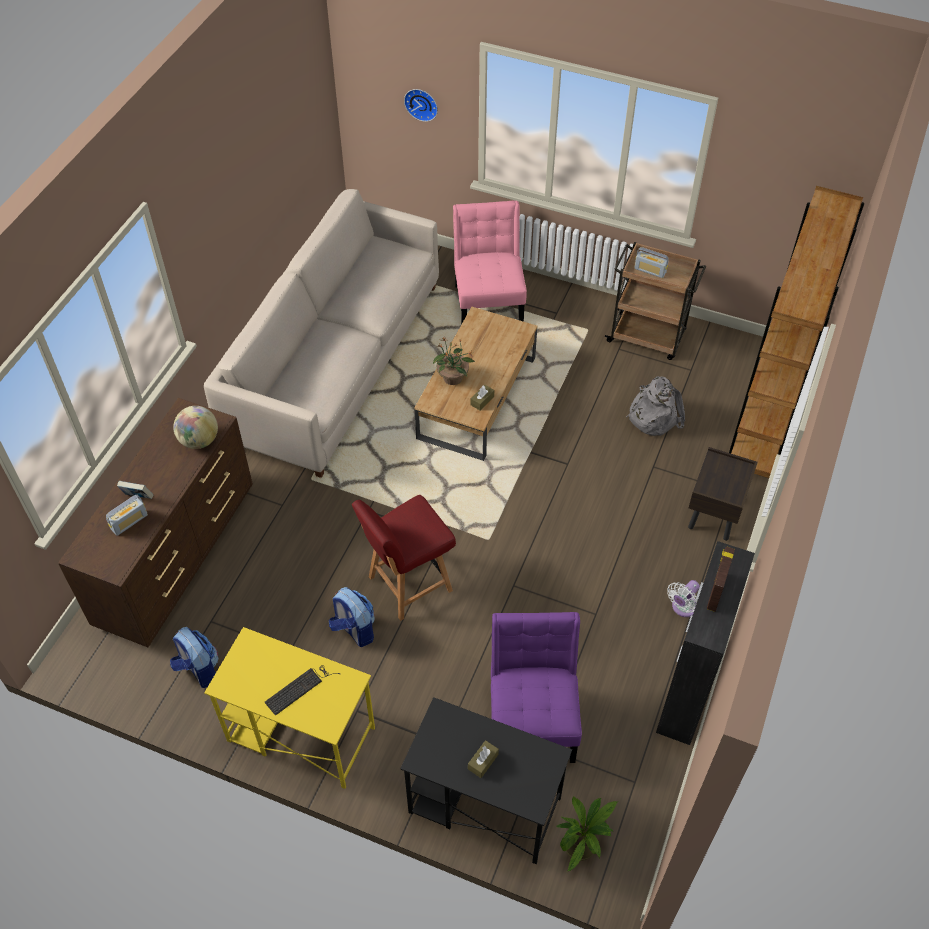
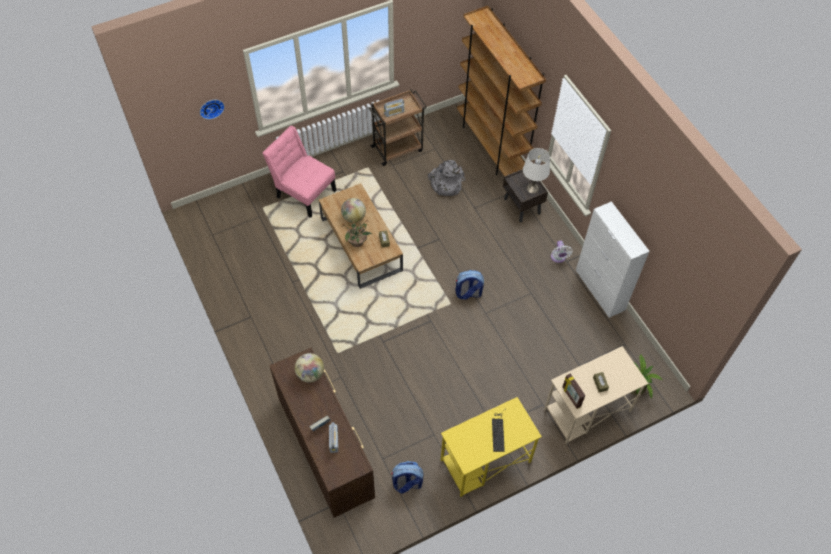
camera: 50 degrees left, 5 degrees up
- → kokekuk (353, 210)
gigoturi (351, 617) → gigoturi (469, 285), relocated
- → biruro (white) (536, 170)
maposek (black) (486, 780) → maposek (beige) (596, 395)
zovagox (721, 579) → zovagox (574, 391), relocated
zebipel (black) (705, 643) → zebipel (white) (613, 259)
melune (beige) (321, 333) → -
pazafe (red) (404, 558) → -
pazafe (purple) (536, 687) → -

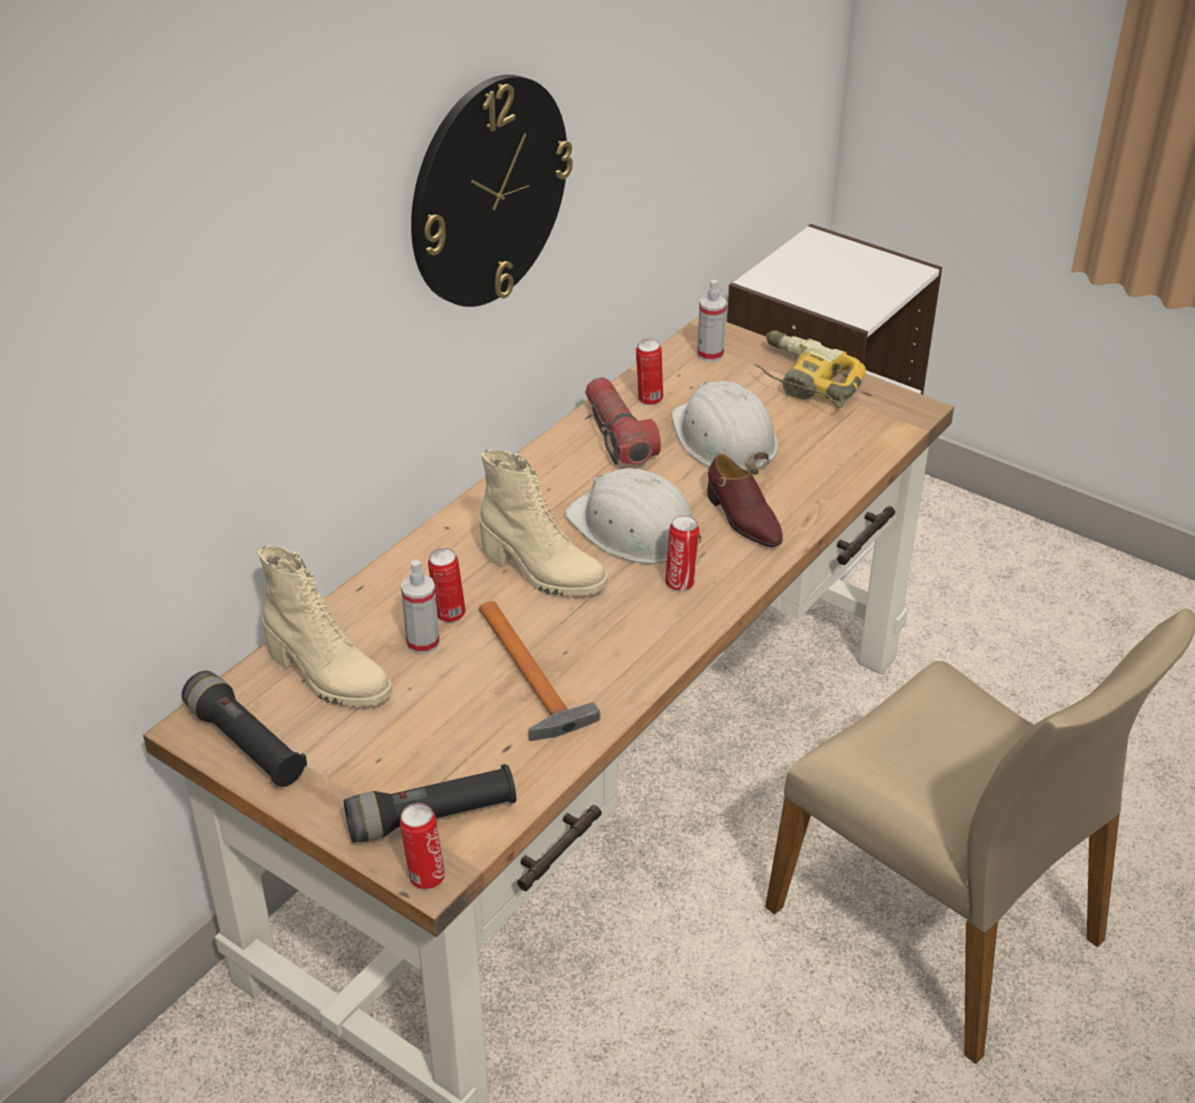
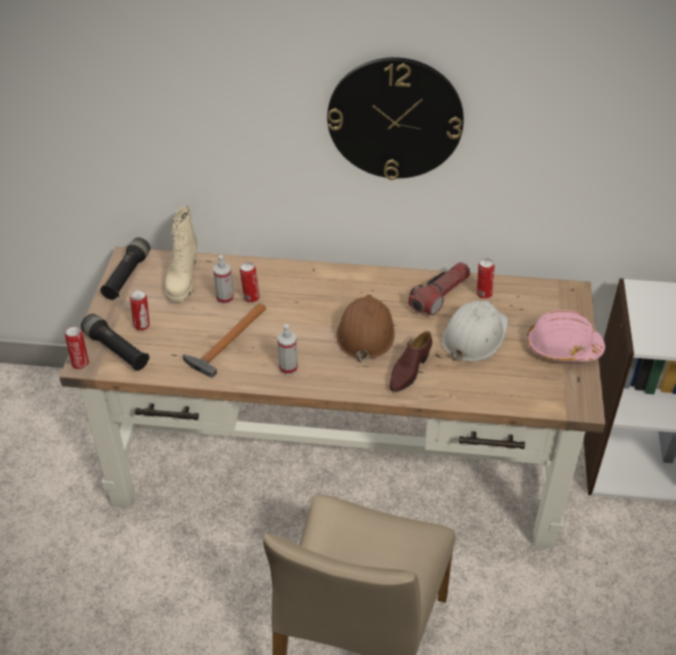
camera: 60 degrees right, 5 degrees up
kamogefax (682, 553) → kamogefax (140, 310), relocated
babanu (712, 321) → babanu (287, 349), relocated
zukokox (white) (633, 516) → zukokox (brown) (365, 329)
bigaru (809, 369) → zukokox (pink) (566, 336)
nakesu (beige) (544, 523) → -

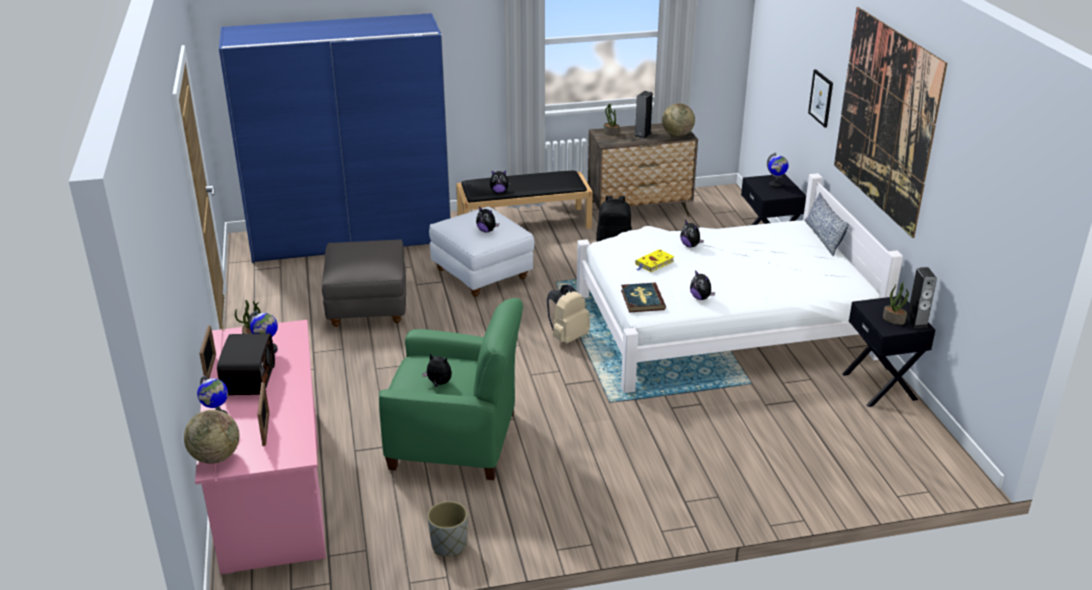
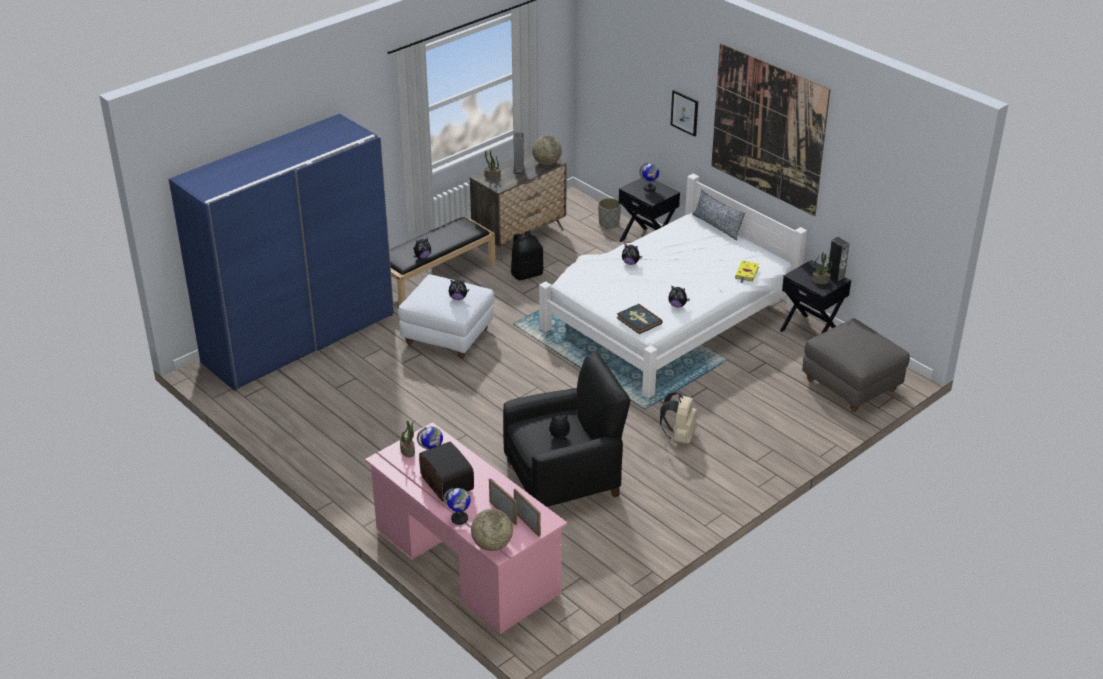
camera: 30 degrees left, 5 degrees up
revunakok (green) (451, 389) → revunakok (black) (566, 429)
zovagox (207, 352) → zovagox (527, 513), relocated
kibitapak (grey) (447, 528) → kibitapak (grey) (609, 213), relocated
gigoturi (beige) (568, 314) → gigoturi (beige) (678, 418), relocated
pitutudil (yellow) (654, 260) → pitutudil (yellow) (747, 272), relocated
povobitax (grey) (364, 283) → povobitax (grey) (856, 365), relocated

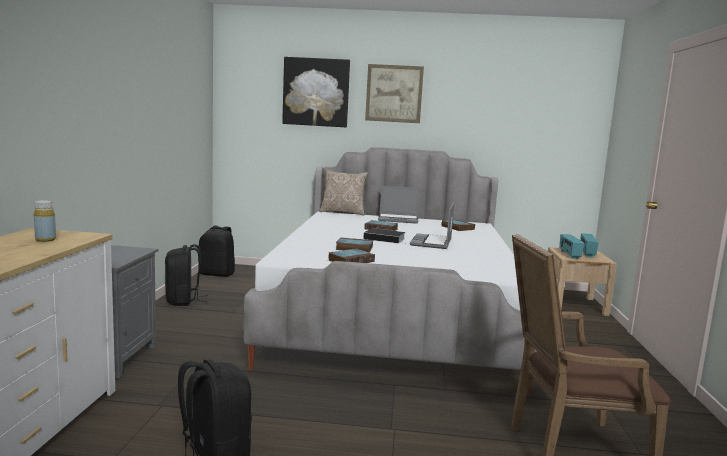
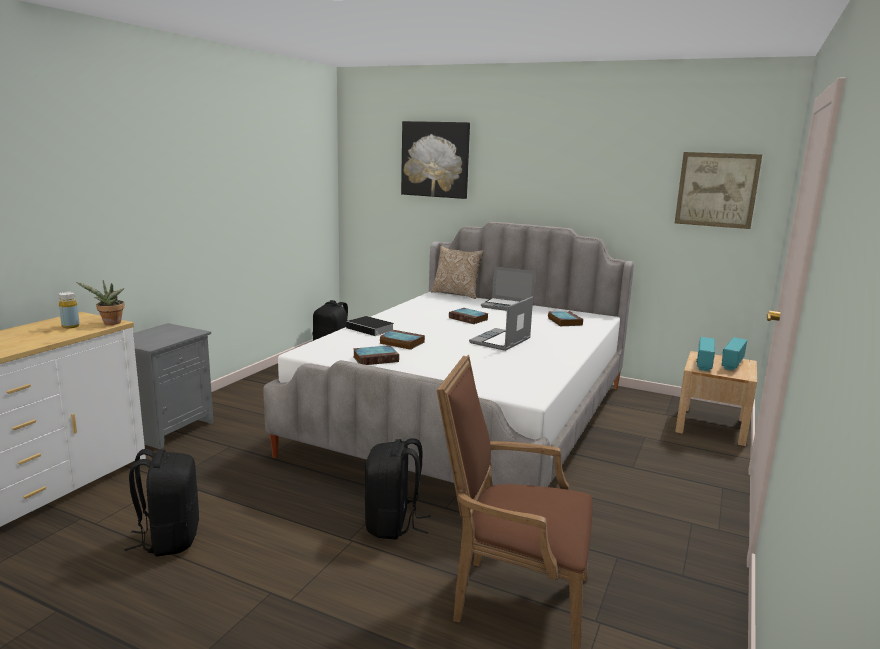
camera: 20 degrees right, 5 degrees up
- → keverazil (100, 302)
pitutudil (385, 236) → pitutudil (370, 326), relocated
gigoturi (black) (186, 275) → gigoturi (black) (398, 489), relocated
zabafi (394, 93) → zabafi (718, 190), relocated

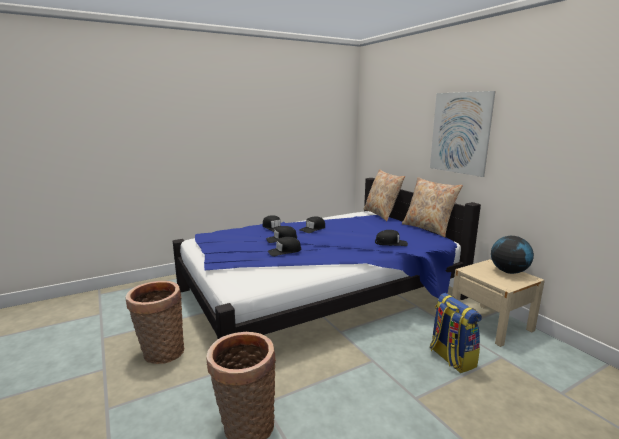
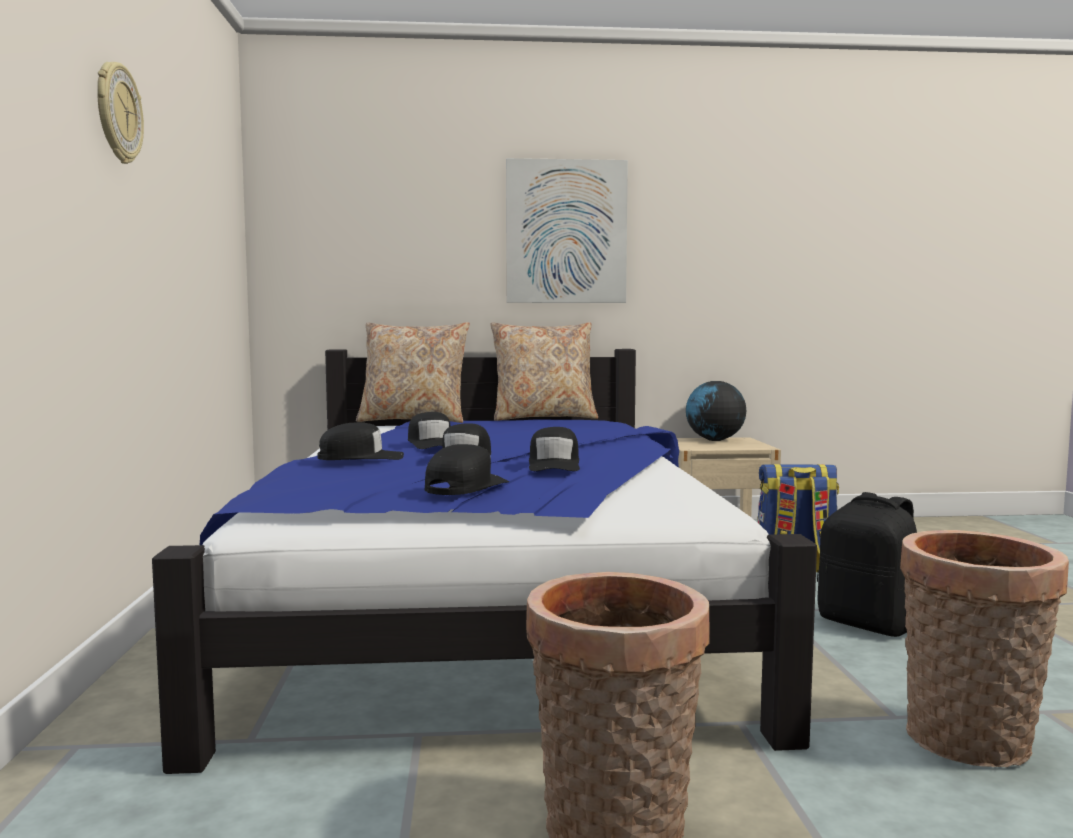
camera: 65 degrees left, 10 degrees down
- → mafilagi (120, 113)
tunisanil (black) (391, 238) → tunisanil (black) (467, 469), relocated
- → gigoturi (black) (867, 564)

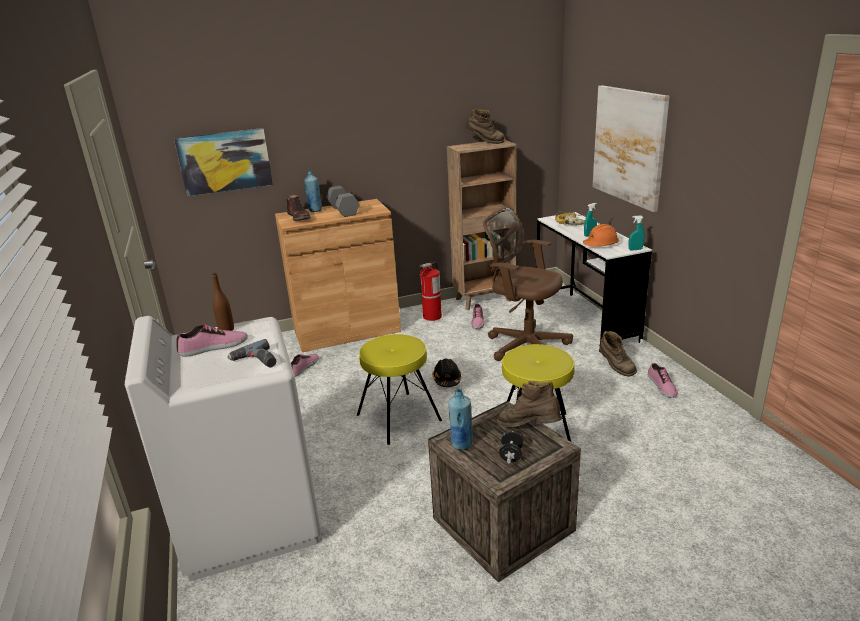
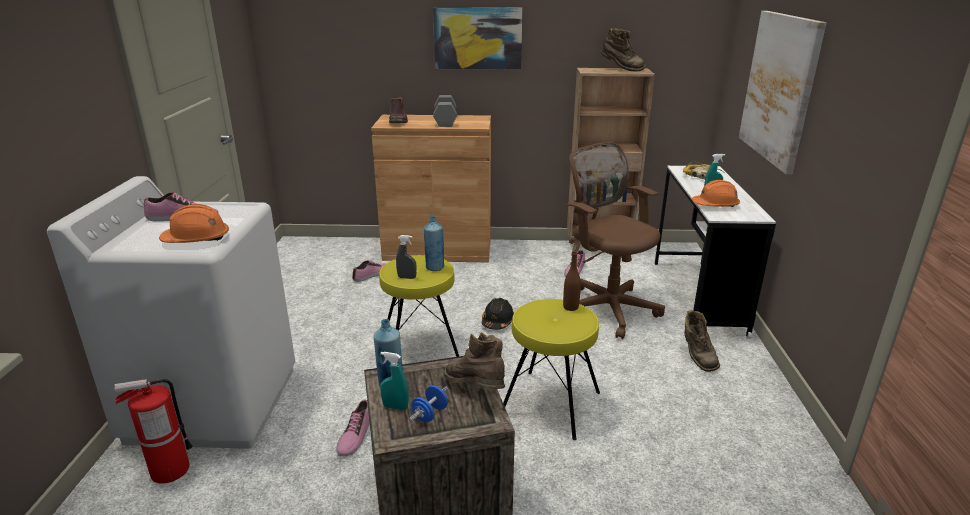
camera: 20 degrees right, 0 degrees up
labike (430, 291) → labike (153, 431), relocated
bigaru (251, 353) → zukokox (orange) (194, 223)
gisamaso (663, 380) → gisamaso (353, 428), relocated
babanu (turquoise) (636, 232) → babanu (turquoise) (394, 381), relocated
- → babanu (grey) (406, 257)
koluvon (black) (511, 447) → koluvon (blue) (428, 404)
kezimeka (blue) (313, 191) → kezimeka (blue) (434, 243), relocated
zabafi (223, 162) → zabafi (478, 38), relocated
kezimeka (brown) (223, 302) → kezimeka (brown) (572, 280), relocated

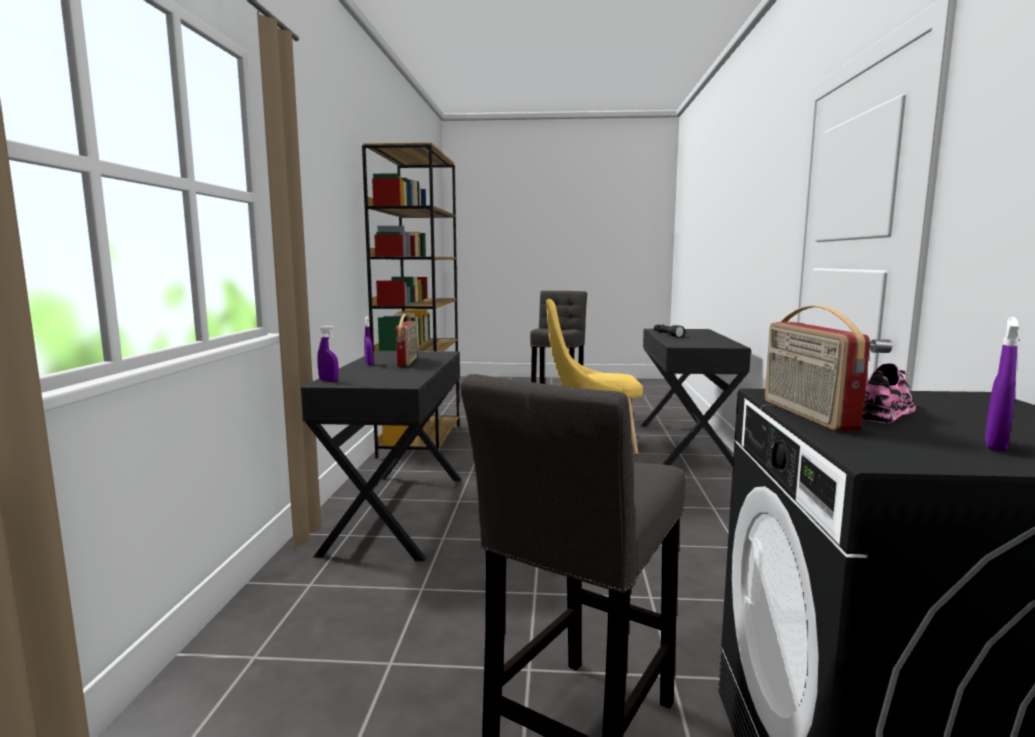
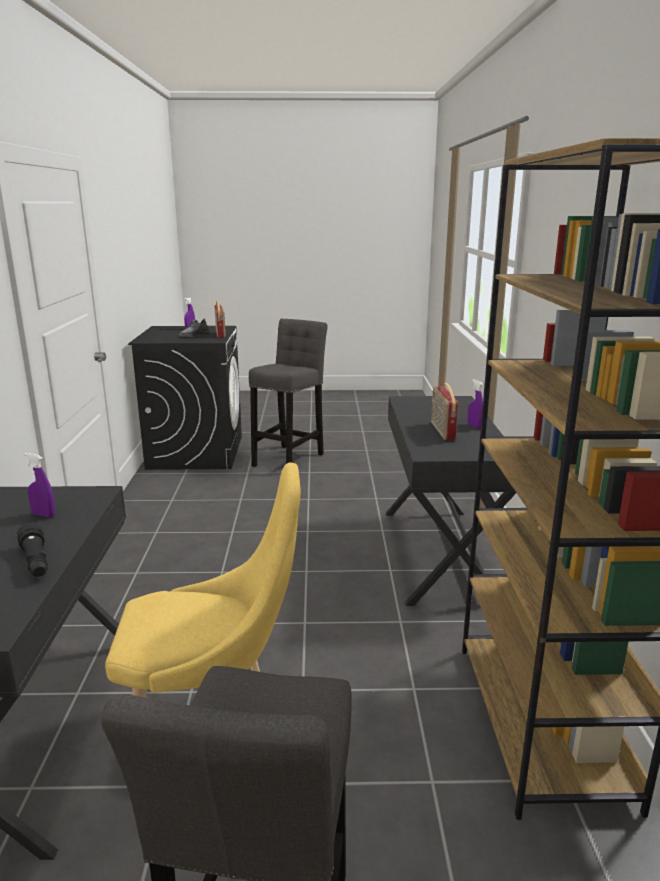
camera: 175 degrees right, 10 degrees up
babanu (purple) (327, 354) → babanu (purple) (39, 485), relocated
gisamaso (pink) (889, 393) → gisamaso (grey) (194, 327)

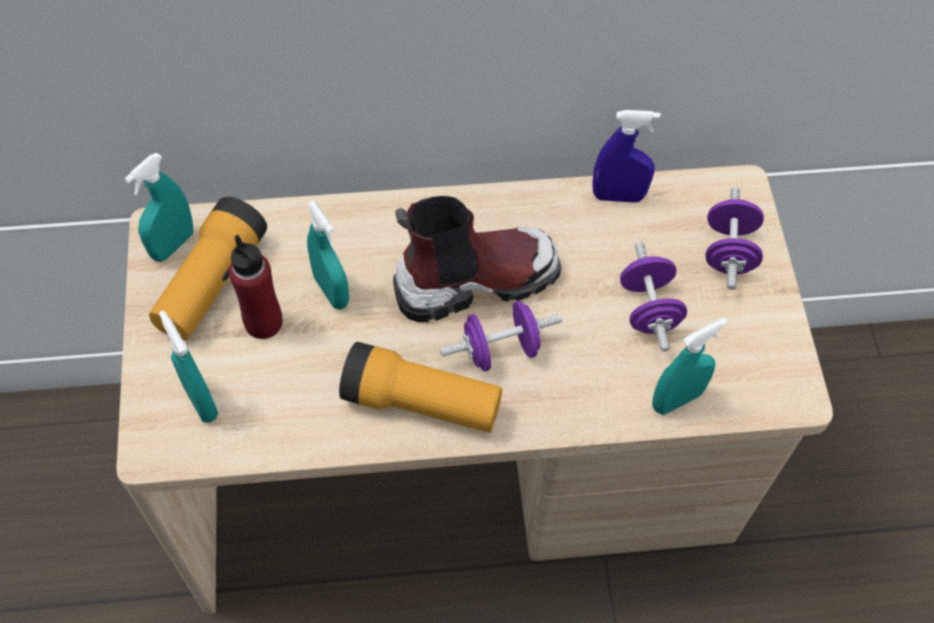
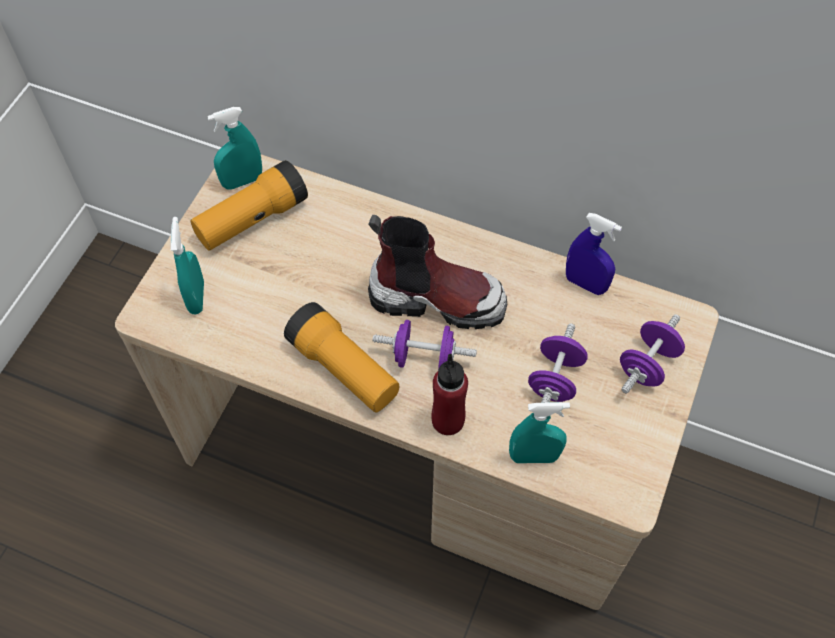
camera: 30 degrees right, 0 degrees up
kezimeka (red) (256, 287) → kezimeka (red) (449, 394), relocated
babanu (turquoise) (328, 255) → -

